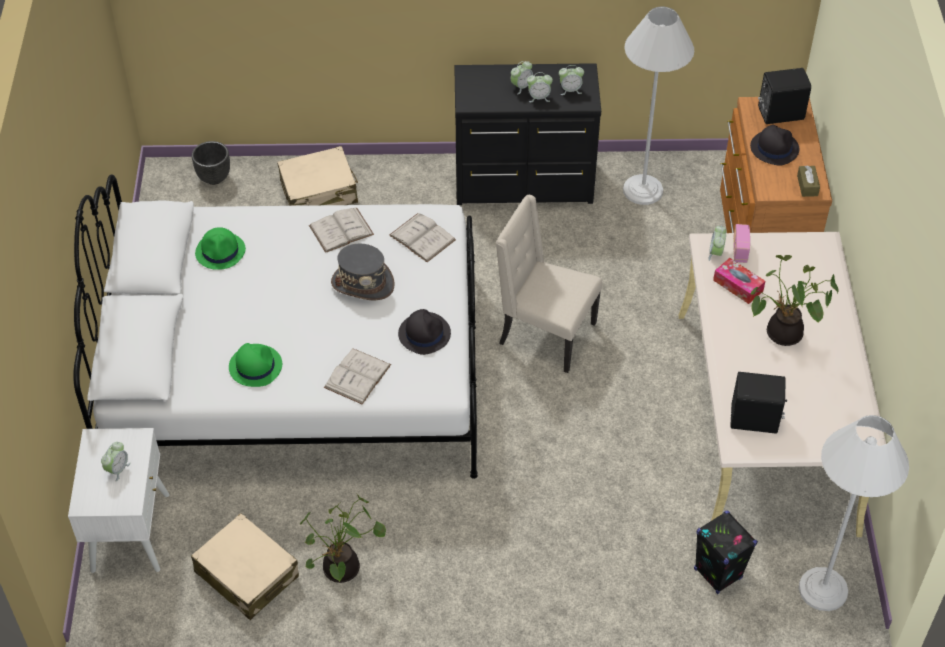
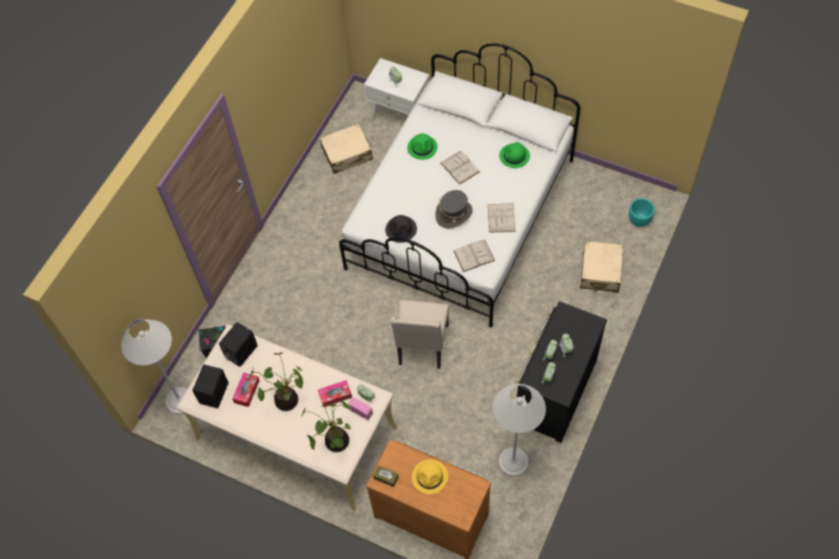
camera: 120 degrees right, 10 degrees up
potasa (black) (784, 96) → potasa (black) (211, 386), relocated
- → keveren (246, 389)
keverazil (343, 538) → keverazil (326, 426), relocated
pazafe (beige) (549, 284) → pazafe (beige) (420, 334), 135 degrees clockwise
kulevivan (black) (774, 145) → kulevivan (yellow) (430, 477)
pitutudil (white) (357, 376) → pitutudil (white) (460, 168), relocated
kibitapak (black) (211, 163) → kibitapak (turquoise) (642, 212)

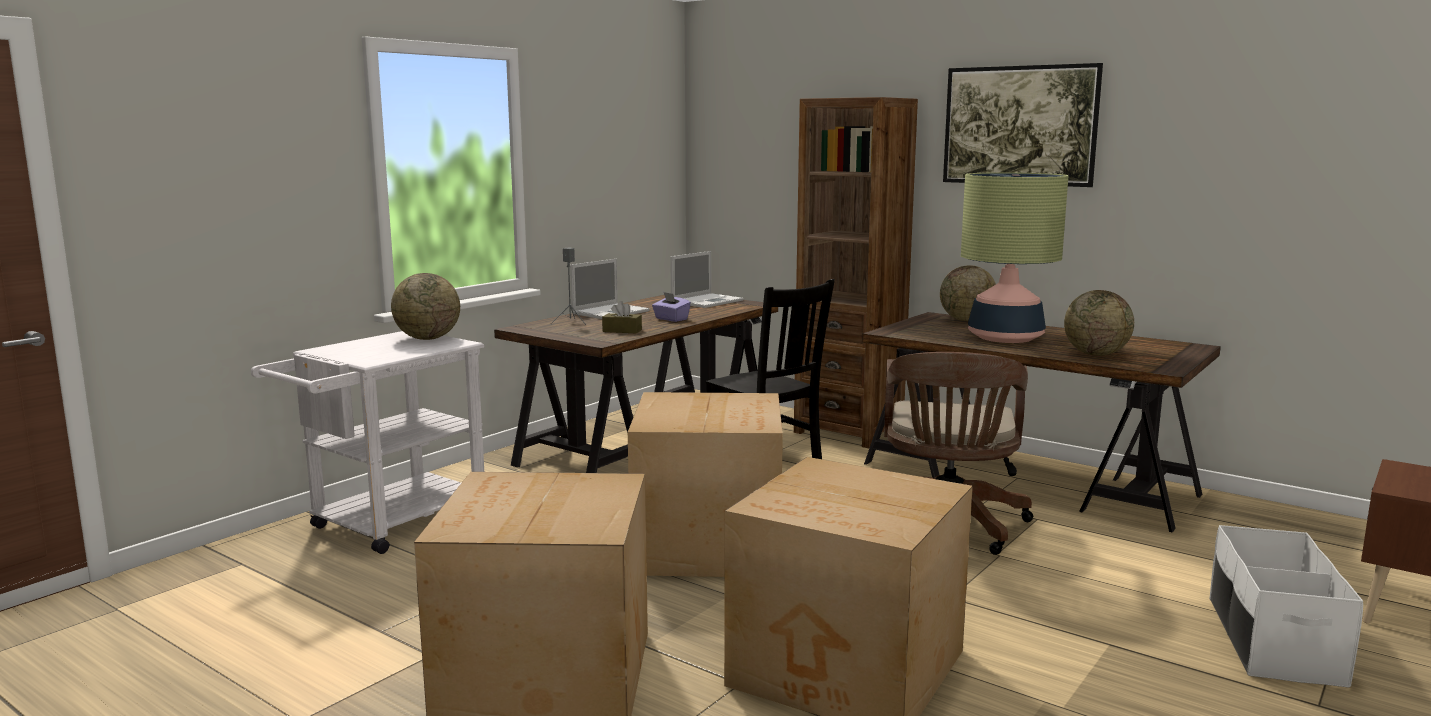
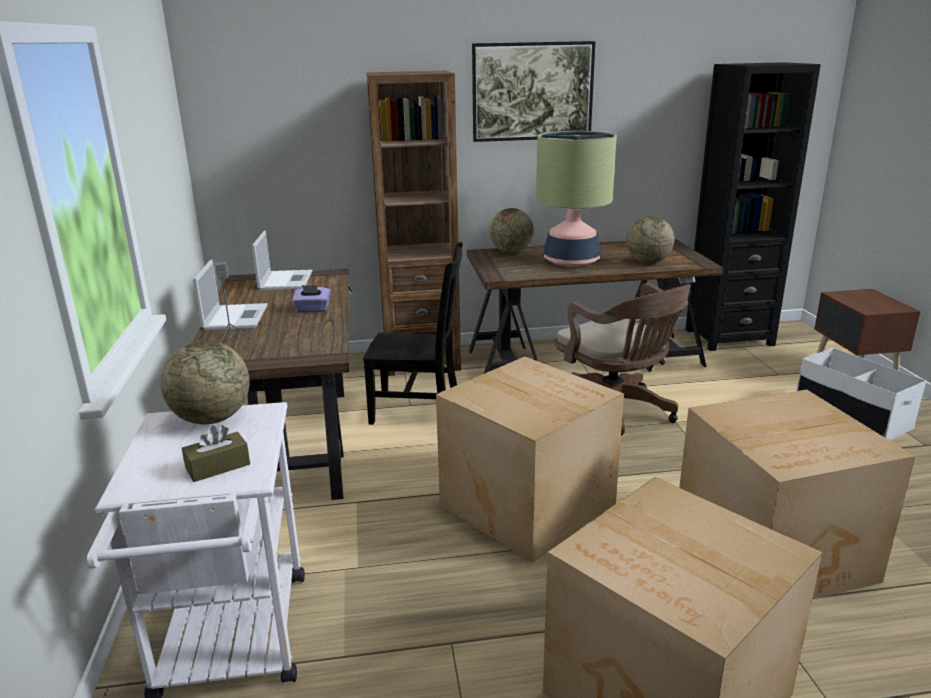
camera: 45 degrees left, 10 degrees up
keveren (brown) (622, 317) → keveren (brown) (216, 453), relocated
- → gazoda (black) (753, 206)

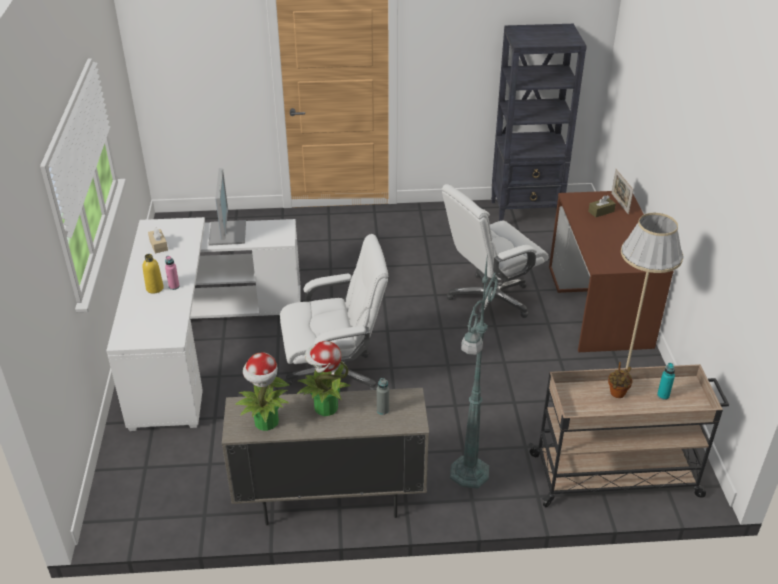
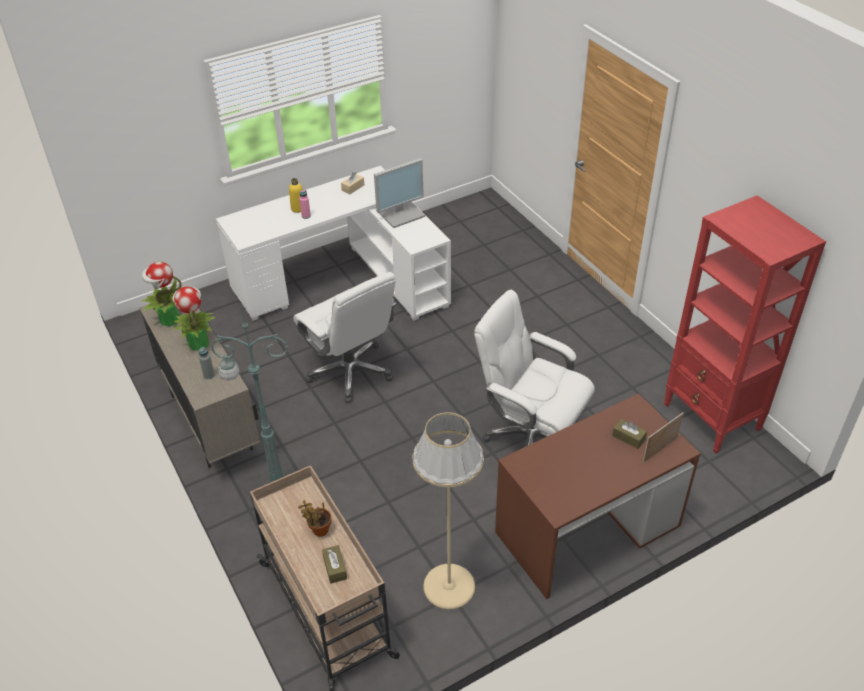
camera: 65 degrees right, 5 degrees up
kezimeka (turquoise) (666, 381) → keveren (brown) (334, 564)
gazoda (black) (539, 122) → gazoda (red) (745, 324)

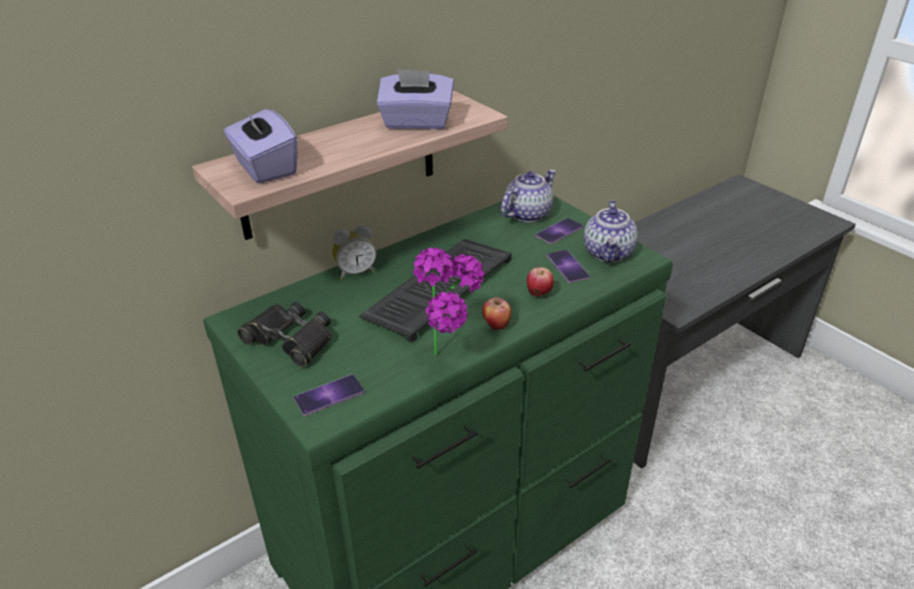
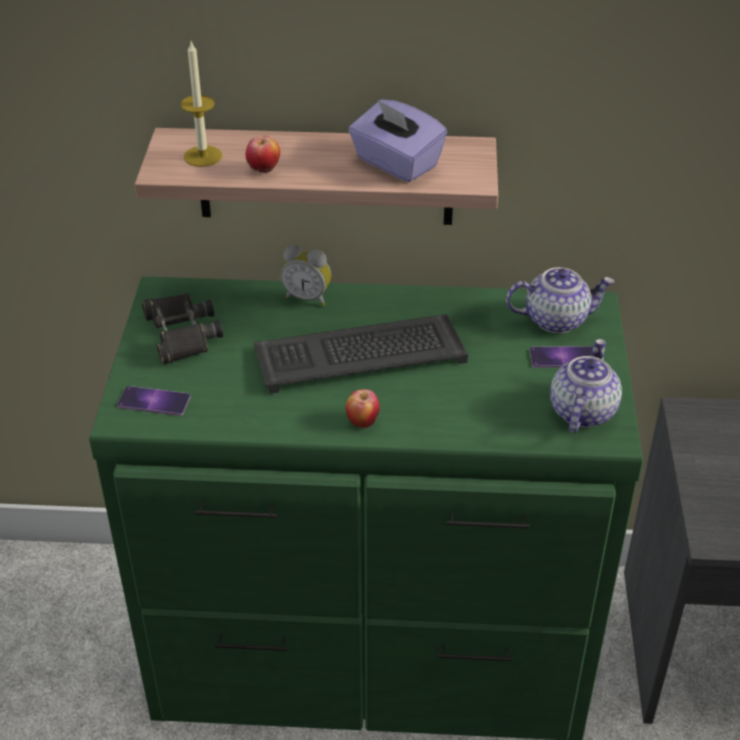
camera: 40 degrees right, 5 degrees up
keveren (purple) (261, 144) → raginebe (201, 104)
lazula (540, 281) → lazula (263, 154), relocated
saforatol (611, 231) → saforatol (586, 386), 150 degrees clockwise
keverazil (448, 301) → -
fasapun (568, 266) → -

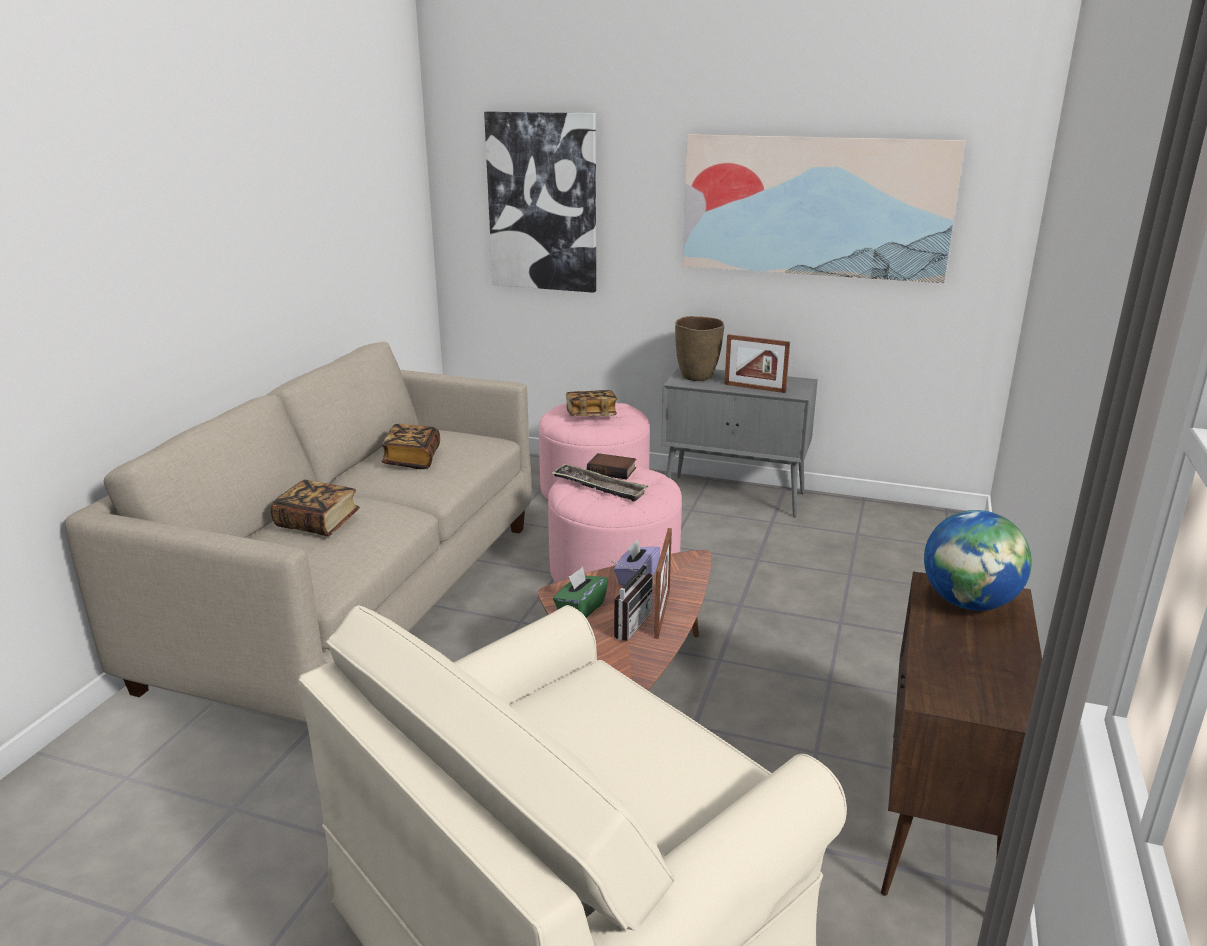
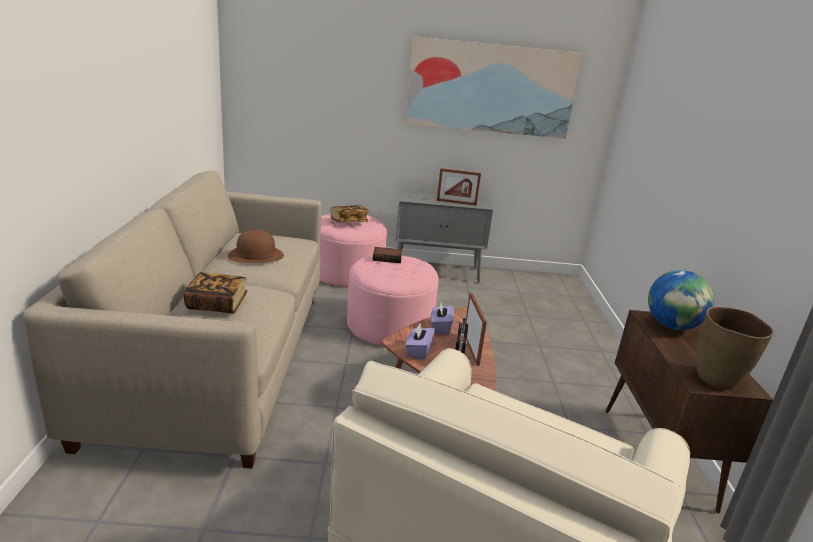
camera: 20 degrees left, 0 degrees up
pitutudil (411, 446) → kulevivan (brown) (256, 246)
keveren (green) (580, 592) → keveren (purple) (420, 341)
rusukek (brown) (699, 348) → rusukek (brown) (735, 348), relocated
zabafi (540, 202) → -
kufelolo (600, 482) → -

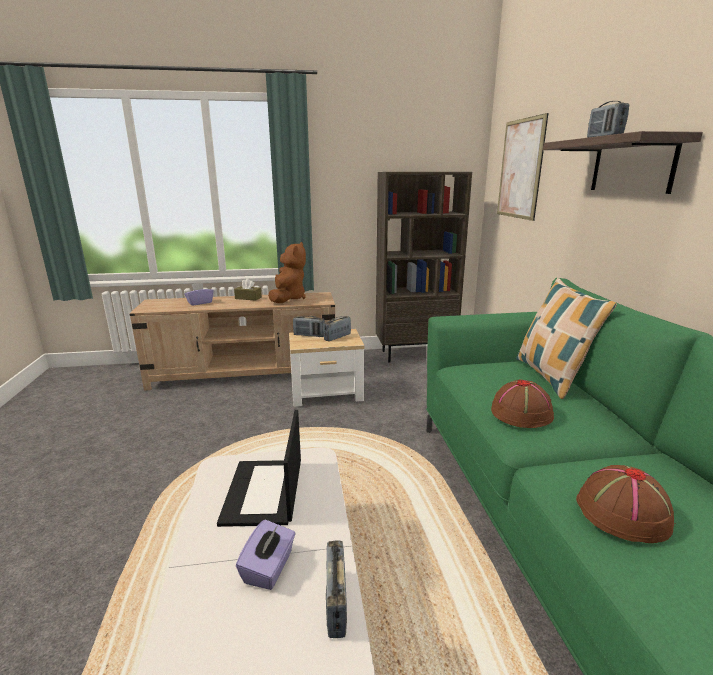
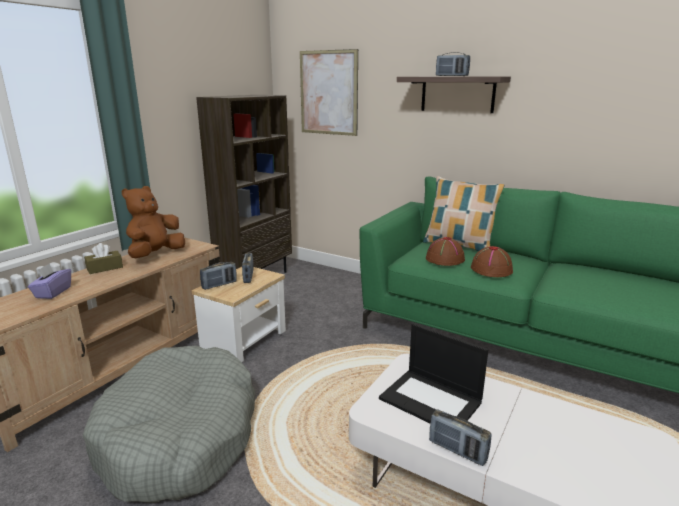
camera: 50 degrees left, 0 degrees up
- → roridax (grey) (169, 424)
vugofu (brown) (287, 272) → vugofu (brown) (153, 222), 105 degrees counterclockwise
kulevivan (brown) (625, 504) → kulevivan (brown) (445, 251), relocated
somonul (336, 589) → somonul (460, 437), relocated
keveren (purple) (266, 554) → -

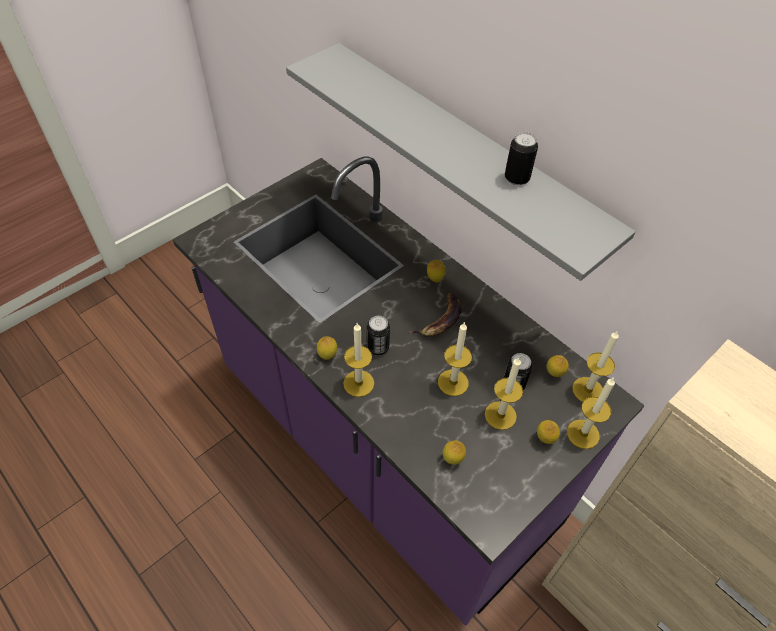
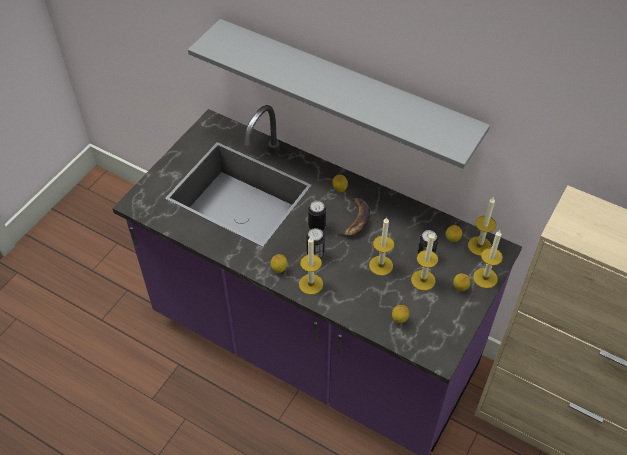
camera: 15 degrees left, 0 degrees up
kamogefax (521, 158) → kamogefax (317, 216), relocated

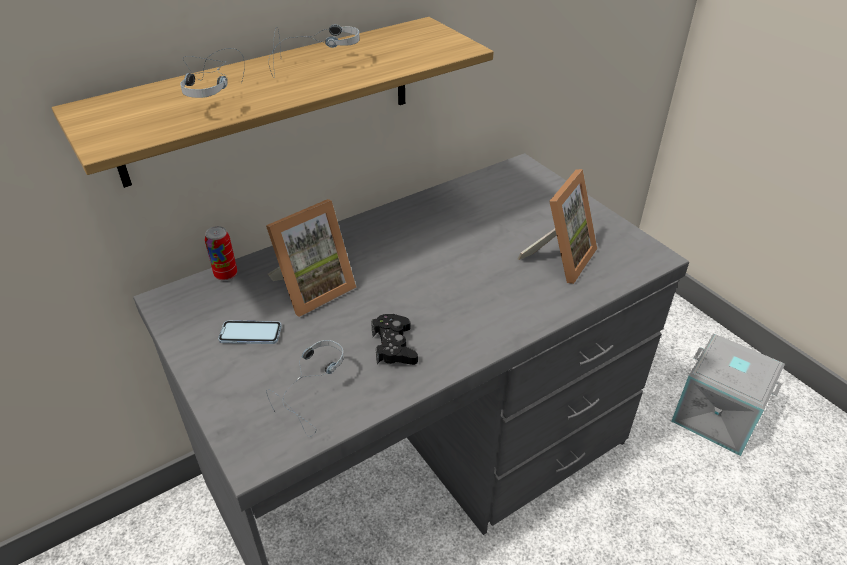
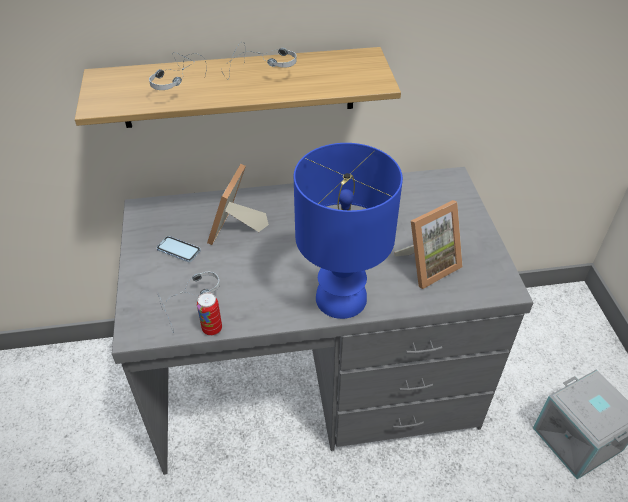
camera: 25 degrees right, 5 degrees up
kamogefax (221, 253) → kamogefax (209, 314), relocated
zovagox (311, 258) → zovagox (238, 204), 120 degrees clockwise
- → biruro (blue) (348, 231)
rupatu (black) (394, 339) → -

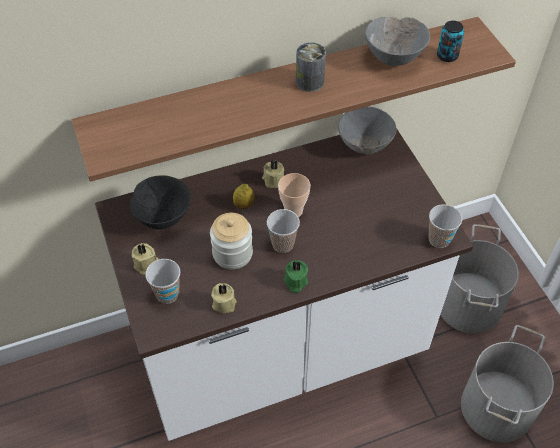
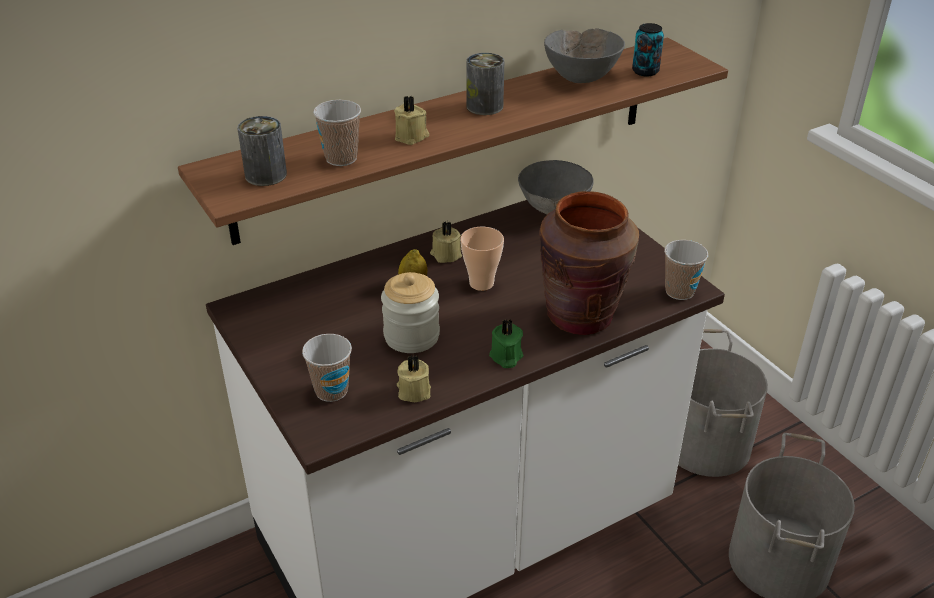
camera: 10 degrees left, 15 degrees down
- → kamogefax (262, 151)
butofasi (283, 231) → butofasi (337, 133), relocated
raginebe (beige) (145, 259) → raginebe (beige) (411, 120), relocated
- → rusukek (brown) (589, 263)
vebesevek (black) (160, 202) → -

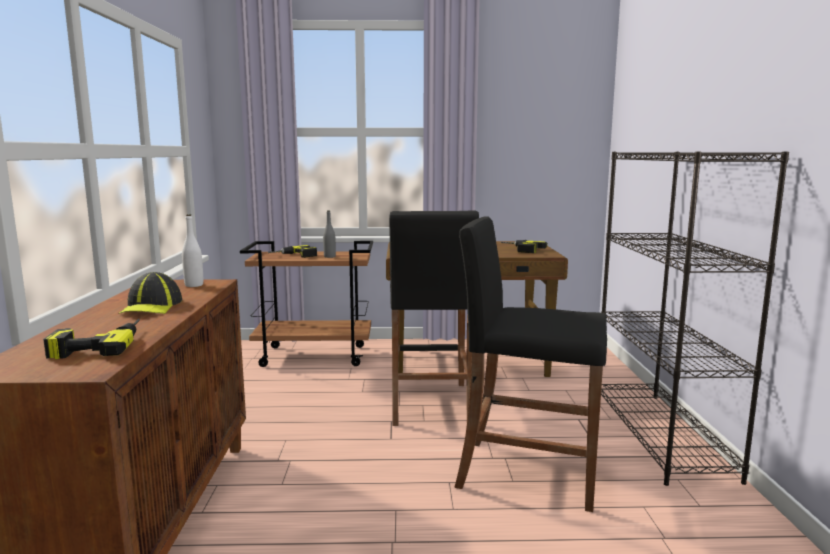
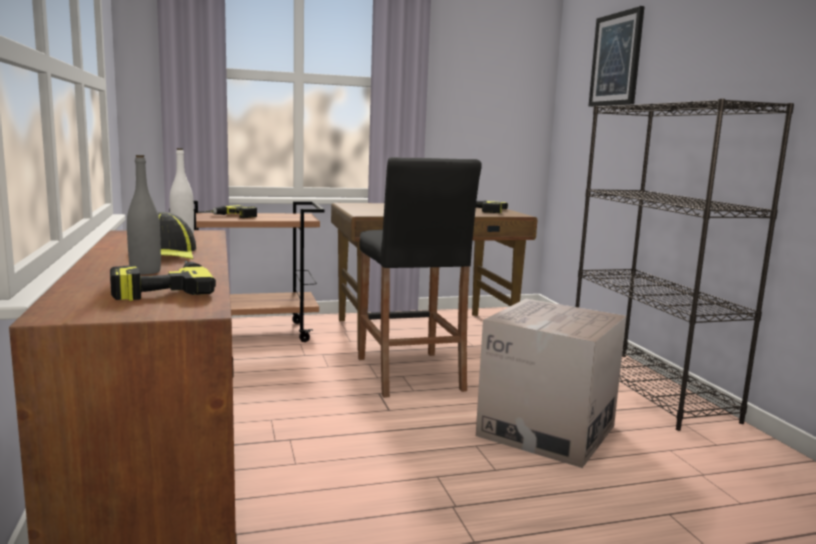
camera: 15 degrees left, 0 degrees up
kezimeka (grey) (329, 234) → kezimeka (grey) (144, 215), relocated
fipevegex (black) (530, 364) → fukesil (551, 383)
- → zabafi (617, 56)

